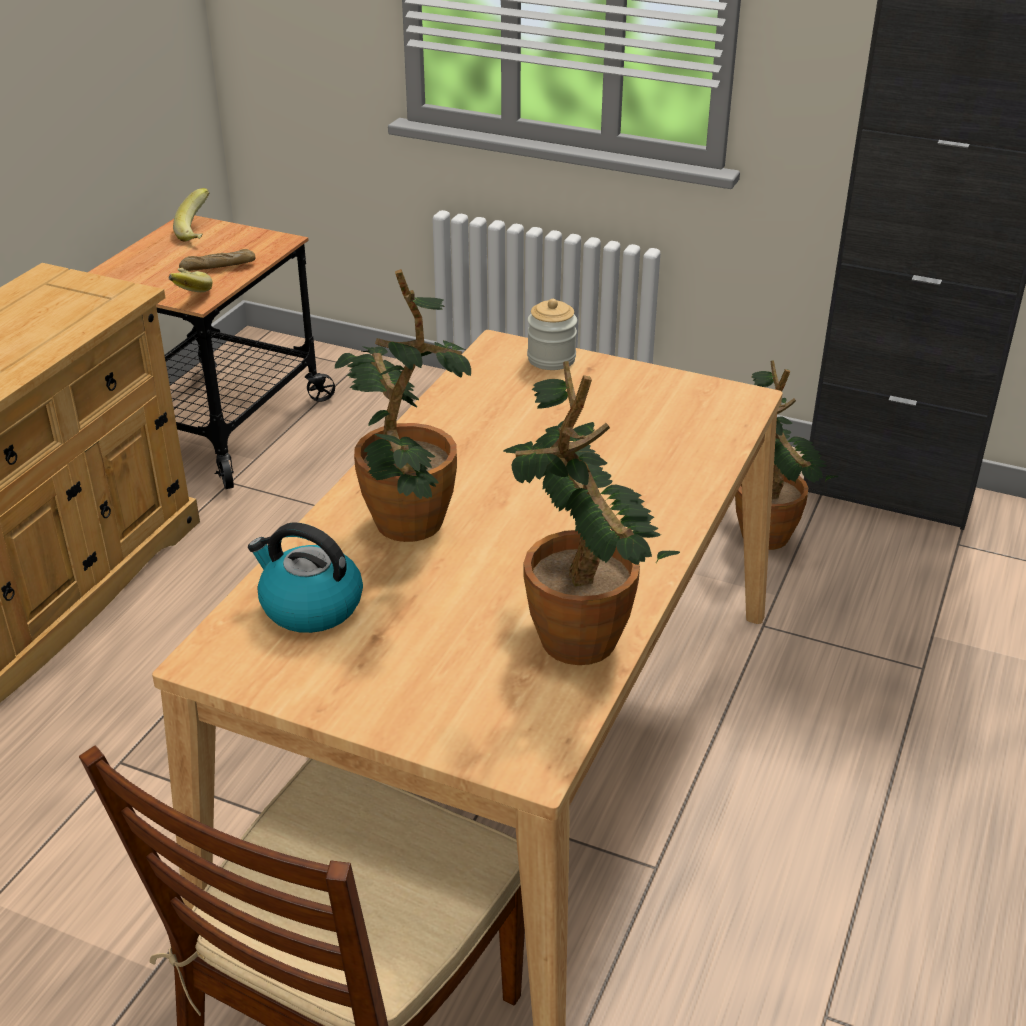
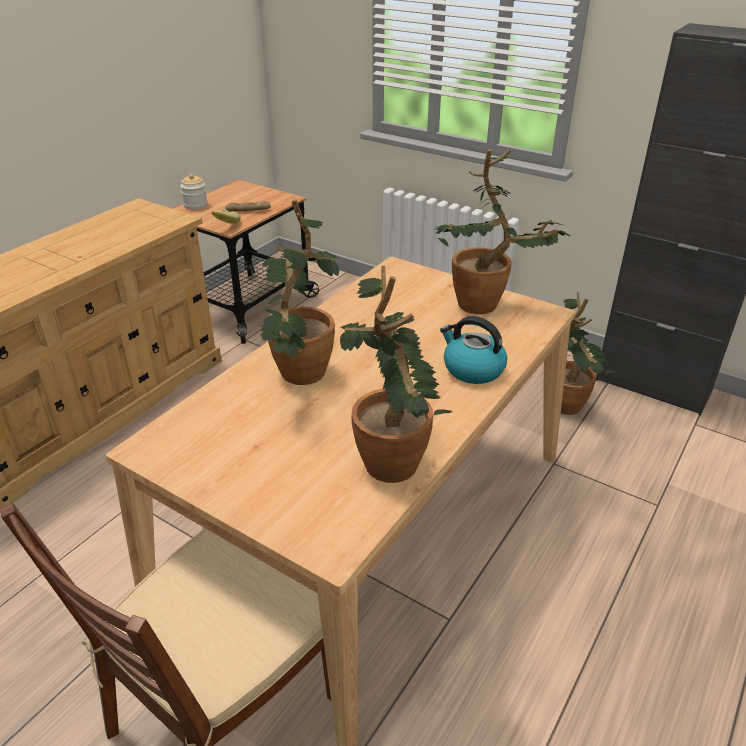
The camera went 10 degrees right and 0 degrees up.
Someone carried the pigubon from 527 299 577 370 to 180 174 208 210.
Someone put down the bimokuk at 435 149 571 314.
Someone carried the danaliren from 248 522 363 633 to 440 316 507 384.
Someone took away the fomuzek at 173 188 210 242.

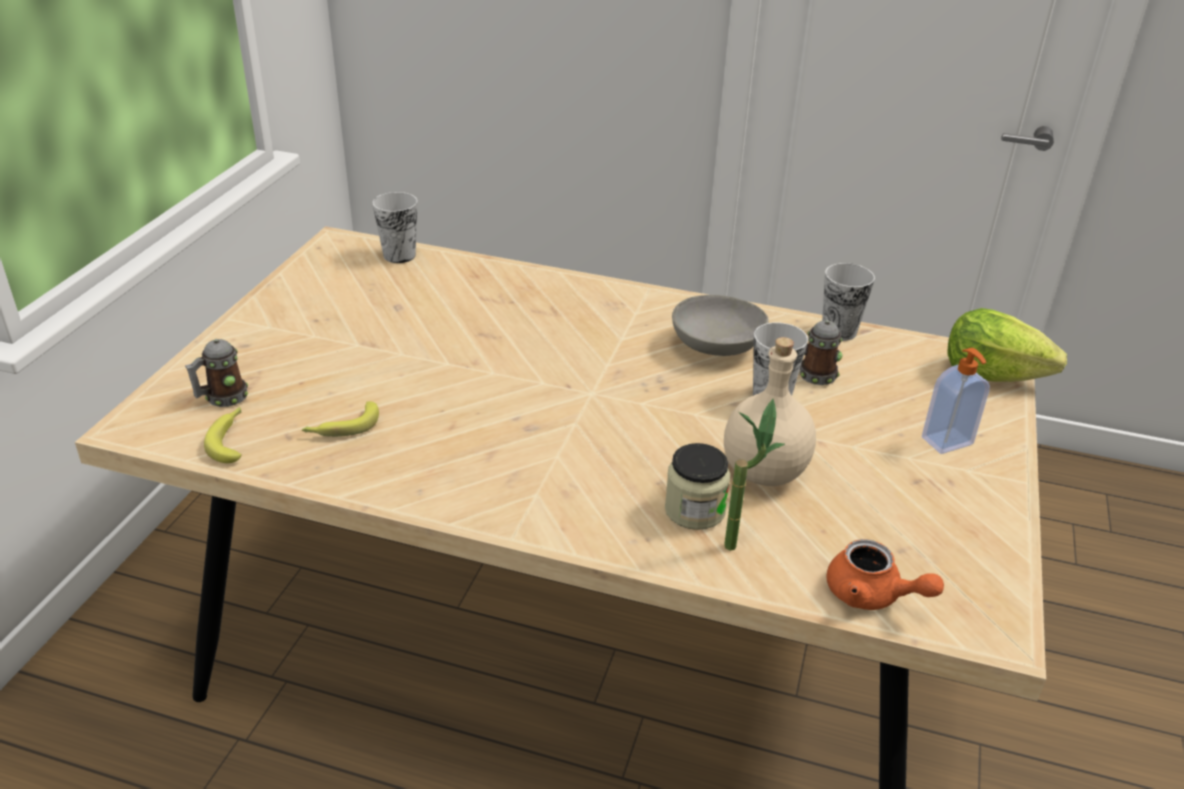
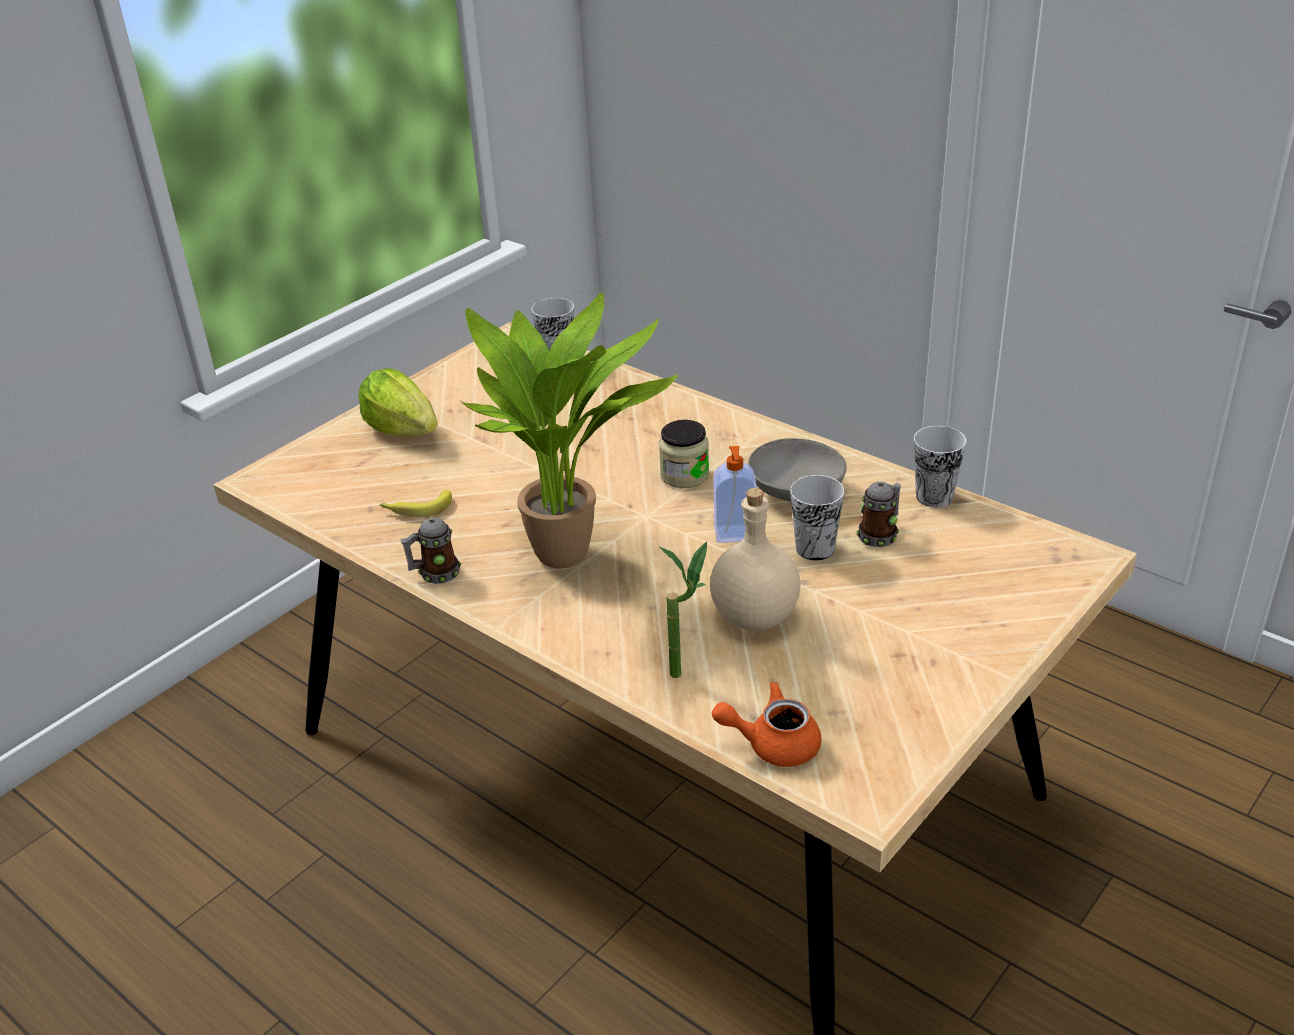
The camera went 25 degrees right and 0 degrees up.
Someone carried the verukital from 948 308 1067 382 to 358 368 438 437.
Someone carried the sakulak from 185 339 248 407 to 401 518 461 584.
Someone put down the bimokuk at 461 293 678 569.
Someone carried the pigubon from 665 443 730 530 to 659 420 709 488.
Someone rotated the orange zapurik at 826 539 944 610 by 120 degrees clockwise.
Someone carried the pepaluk from 922 348 990 454 to 713 446 757 543.
Someone took away the fomuzek at 204 407 242 463.

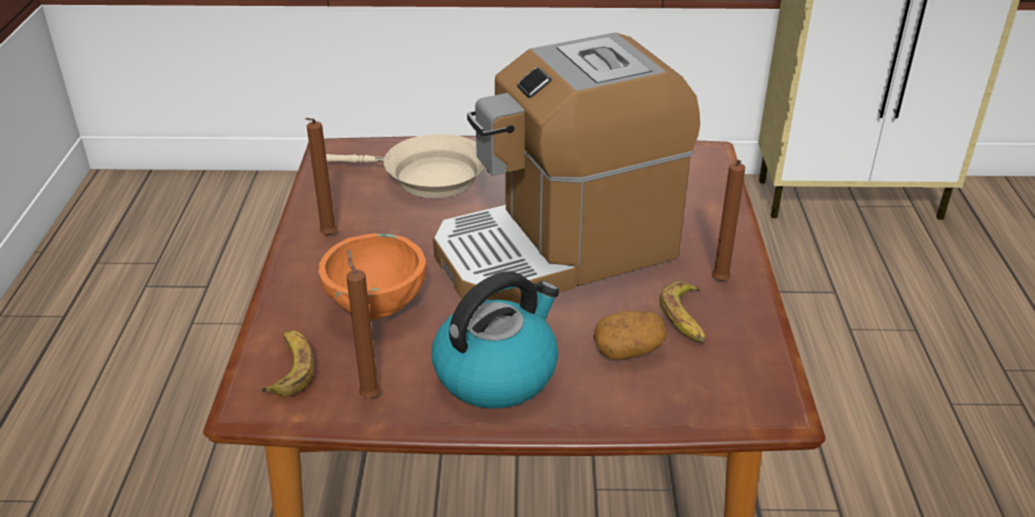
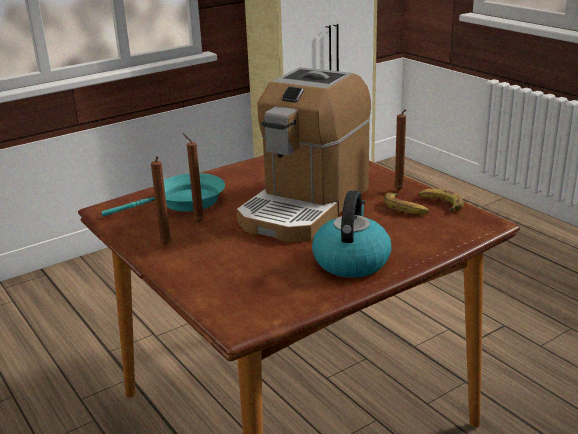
The camera went 35 degrees left and 10 degrees down.
Someone repainted the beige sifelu at 326 134 484 199, which became the turquoise sifelu at 101 173 225 217.
Someone carried the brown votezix from 346 249 380 398 to 182 133 205 222.
Someone carried the fomuzek from 260 330 314 397 to 418 189 464 211.
Someone took away the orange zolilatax at 318 233 426 319.
Someone took away the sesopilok at 593 311 667 360.

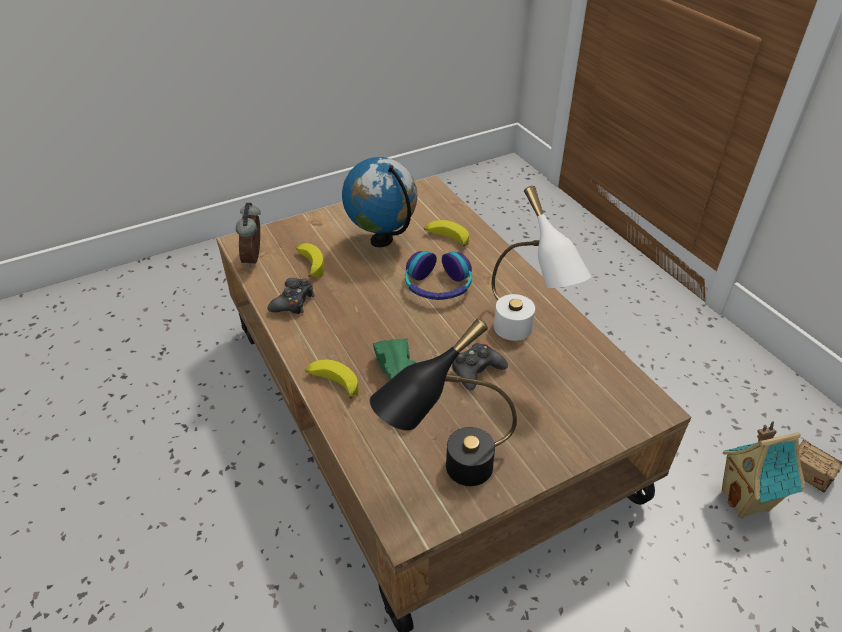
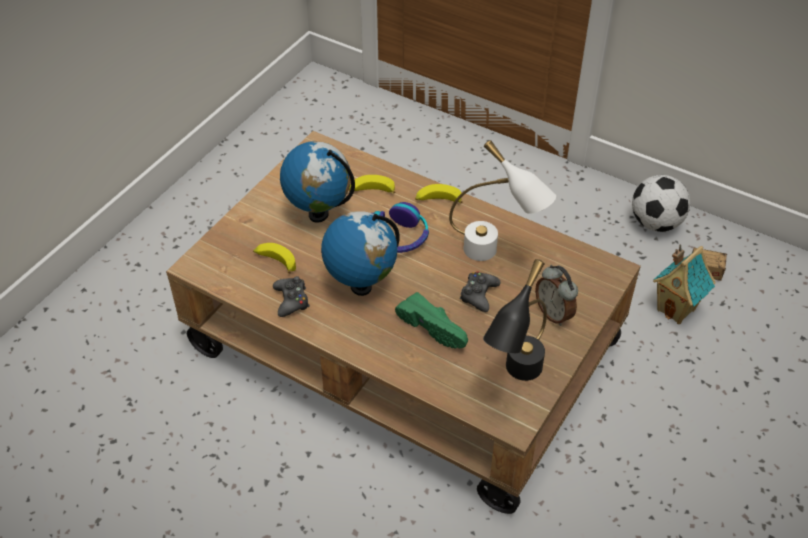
The camera went 30 degrees left and 5 degrees up.
Someone put down the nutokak at 321 211 400 296.
Someone carried the fomuzek from 305 360 359 398 to 415 184 463 204.
Someone carried the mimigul from 236 203 261 268 to 535 265 578 326.
Someone put down the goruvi at 632 175 690 232.

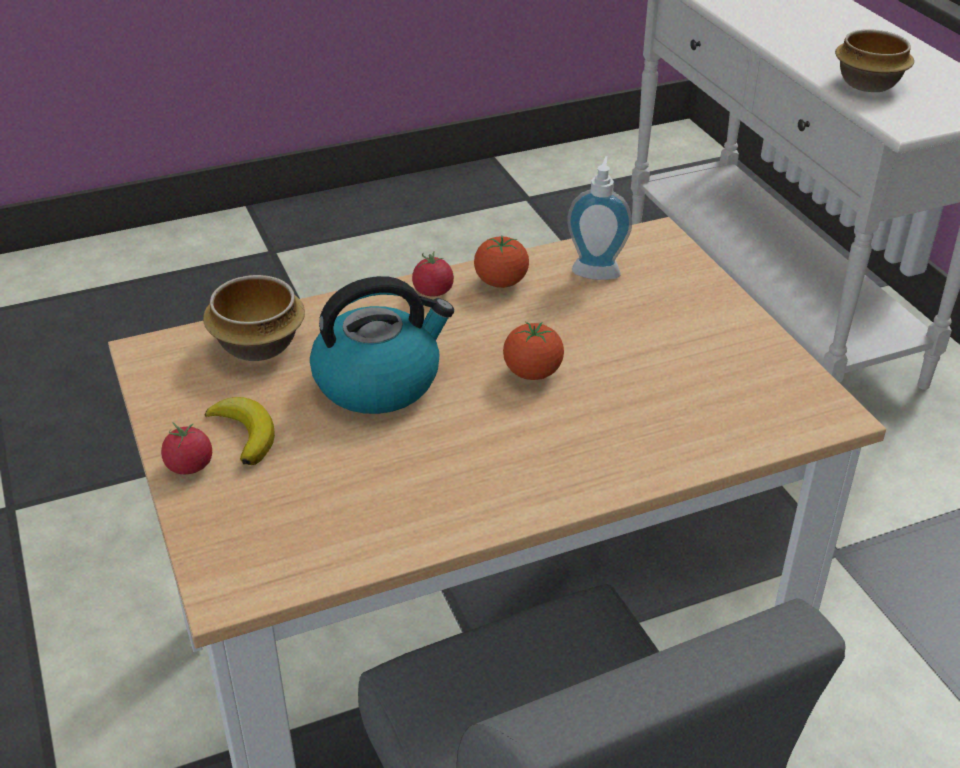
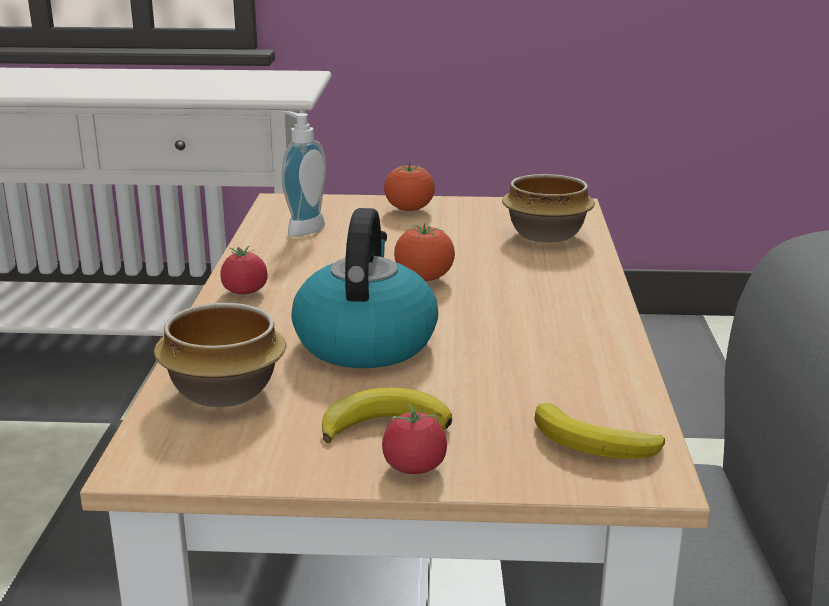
The camera went 65 degrees left and 15 degrees down.
Someone carried the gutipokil from 474 236 529 288 to 384 162 435 211.
Someone carried the zolilatax from 835 29 914 92 to 502 174 595 243.
Someone put down the fomuzek at 534 403 665 459.

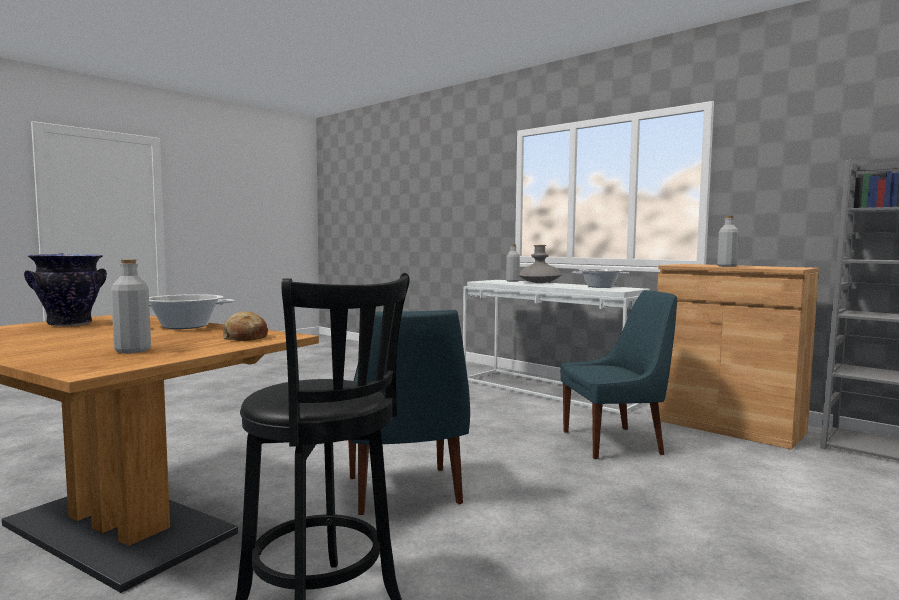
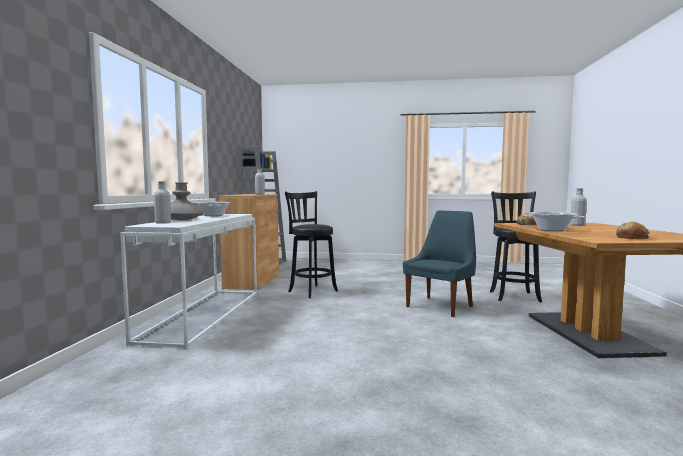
The camera went 125 degrees left and 0 degrees up.
Someone swapped the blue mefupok at 561 290 677 459 for the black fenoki at 285 191 338 298.
Someone swapped the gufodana at 24 254 107 326 for the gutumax at 616 222 650 239.

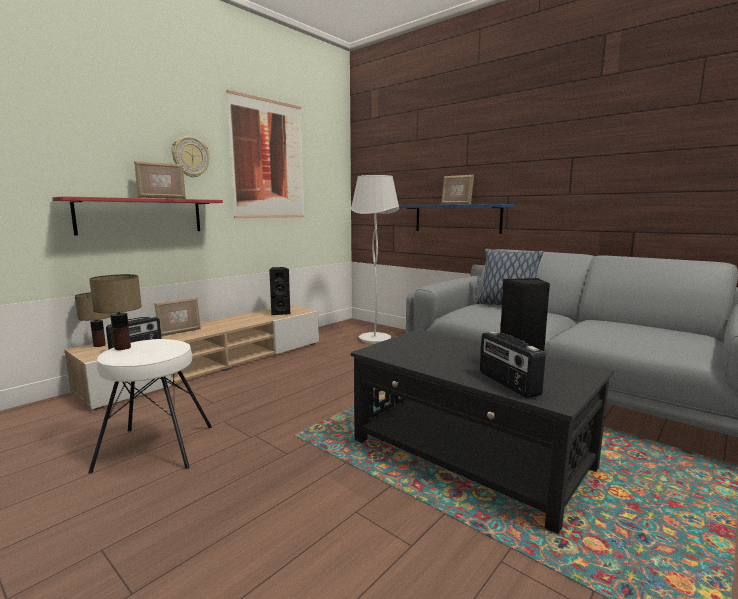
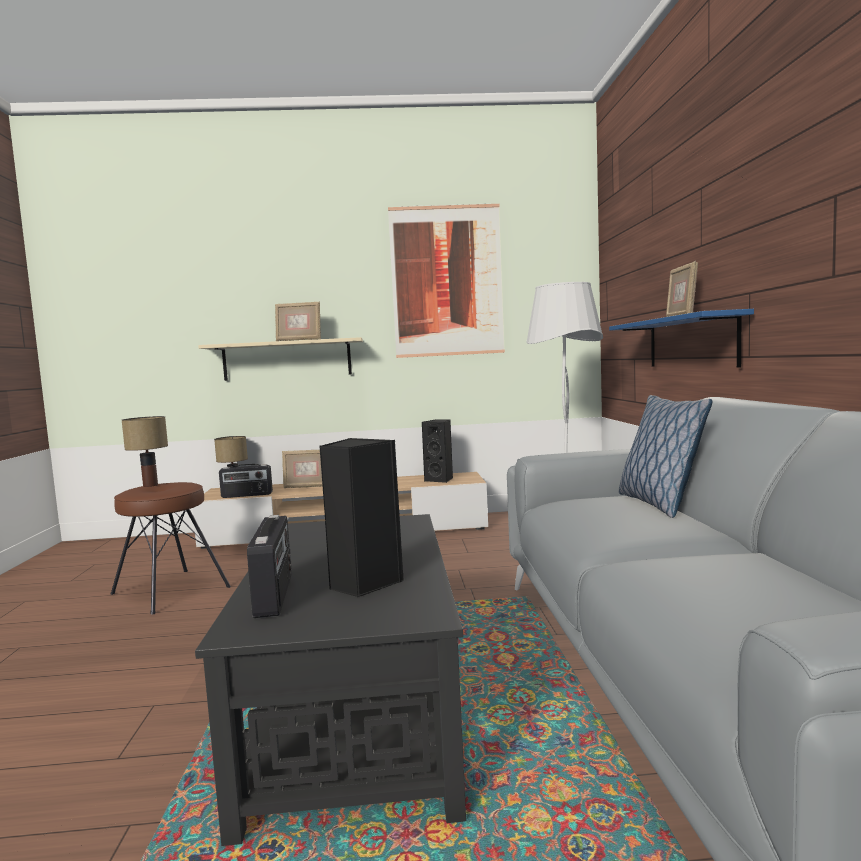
The camera went 45 degrees right and 5 degrees down.
Someone repainted the white fenoki at 88 339 212 474, which became the brown fenoki at 110 482 231 615.
Someone repainted the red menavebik at 52 196 223 235, which became the beige menavebik at 198 337 363 381.
Someone rotated the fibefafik at 480 331 546 398 by 150 degrees clockwise.
Someone took away the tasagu at 171 136 210 178.

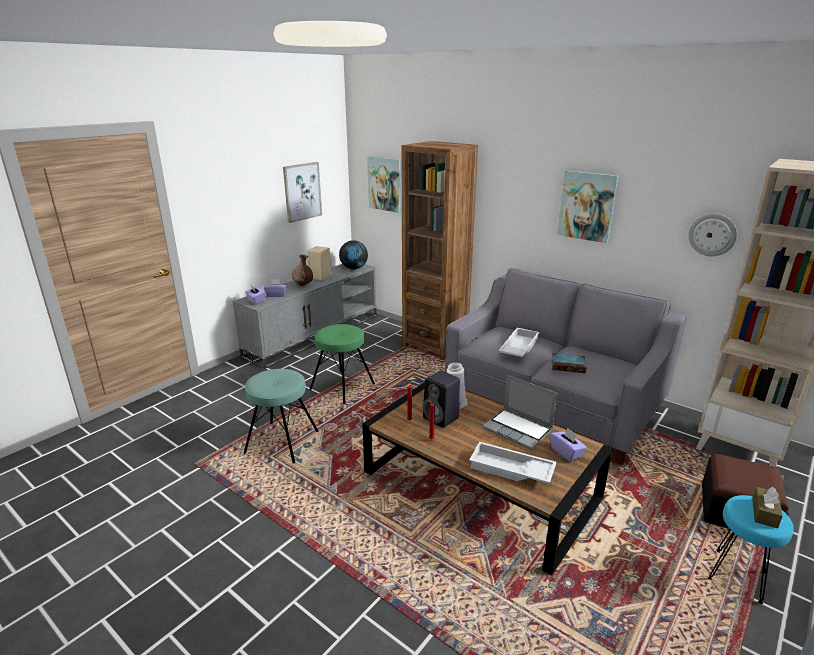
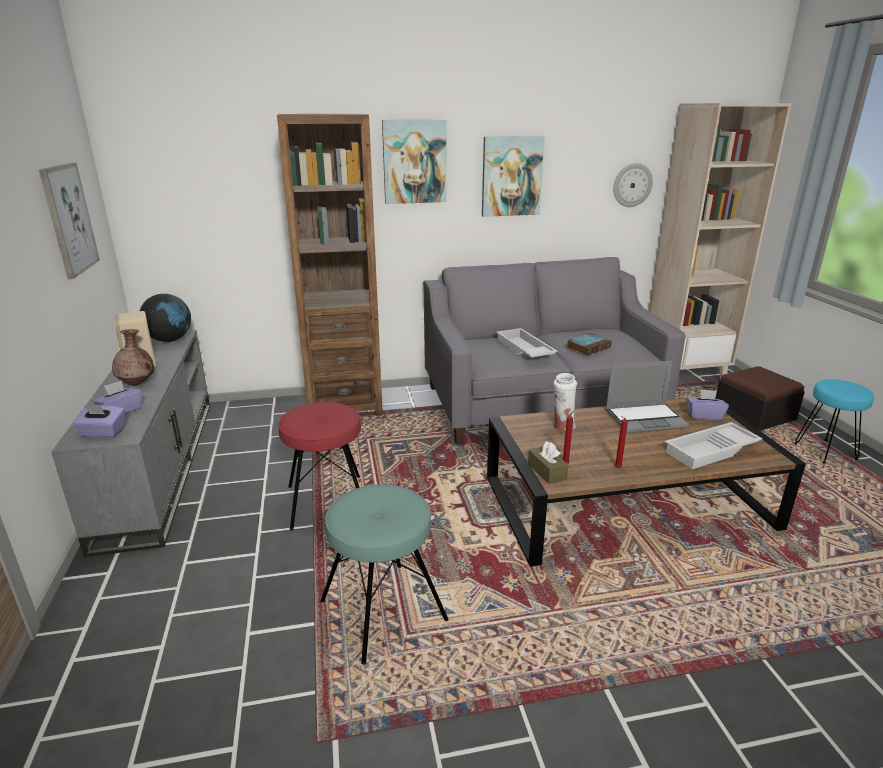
The camera went 50 degrees left and 0 degrees up.
Someone repainted the green fenoki at 309 324 375 404, which became the red fenoki at 278 402 361 531.
Someone carried the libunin from 367 156 402 213 to 382 120 446 204.
Someone carried the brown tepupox from 752 487 783 529 to 528 441 568 484.
Someone took away the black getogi at 423 371 460 428.

